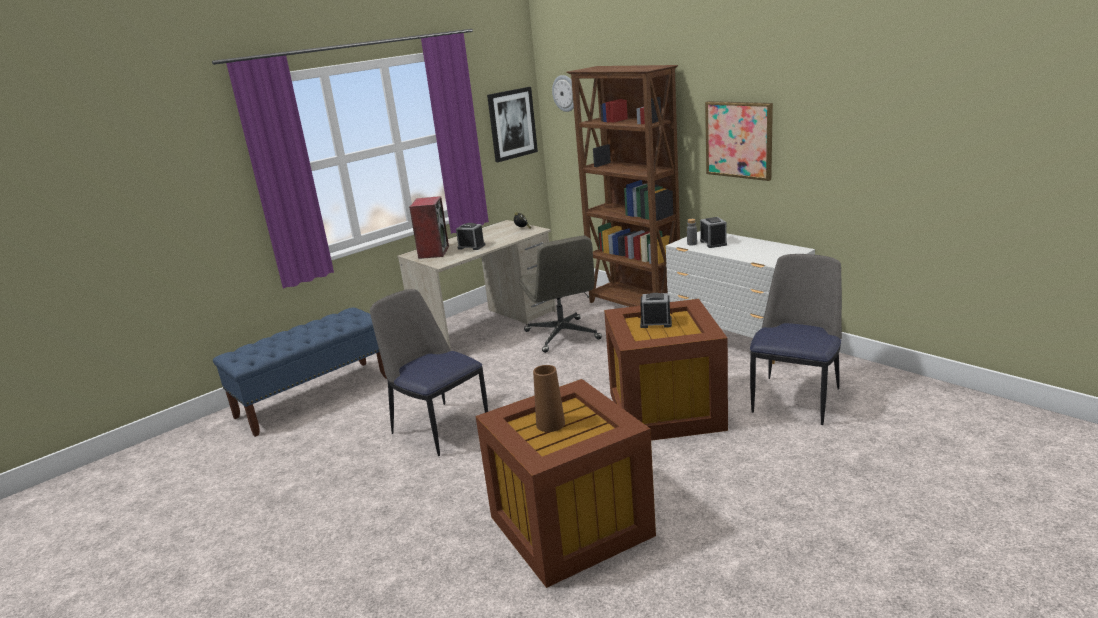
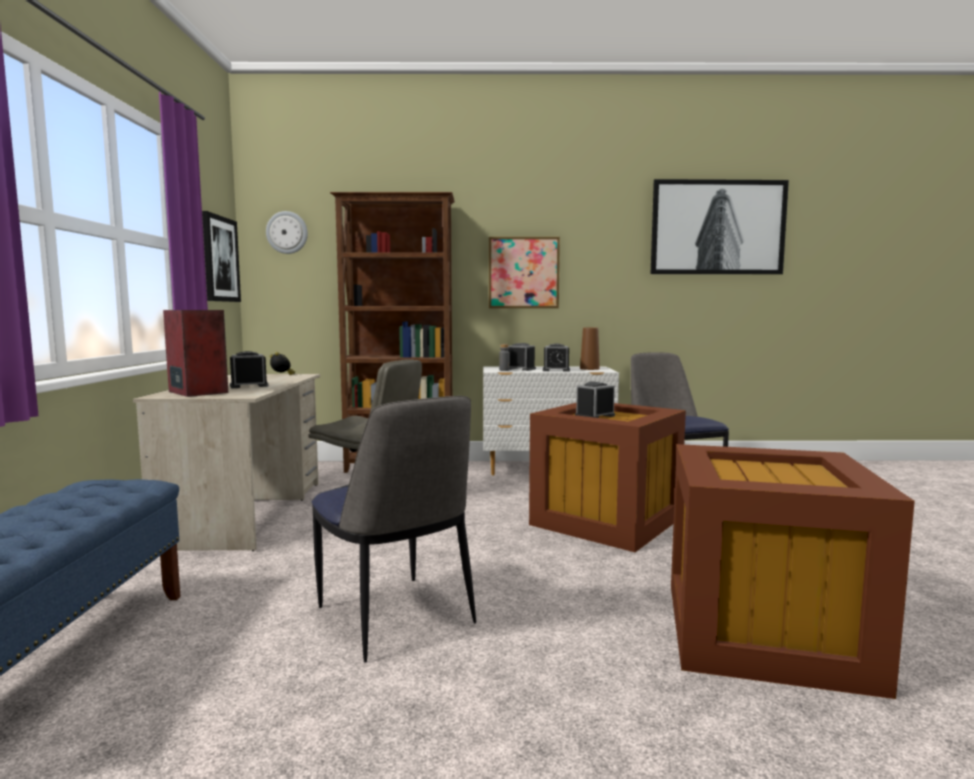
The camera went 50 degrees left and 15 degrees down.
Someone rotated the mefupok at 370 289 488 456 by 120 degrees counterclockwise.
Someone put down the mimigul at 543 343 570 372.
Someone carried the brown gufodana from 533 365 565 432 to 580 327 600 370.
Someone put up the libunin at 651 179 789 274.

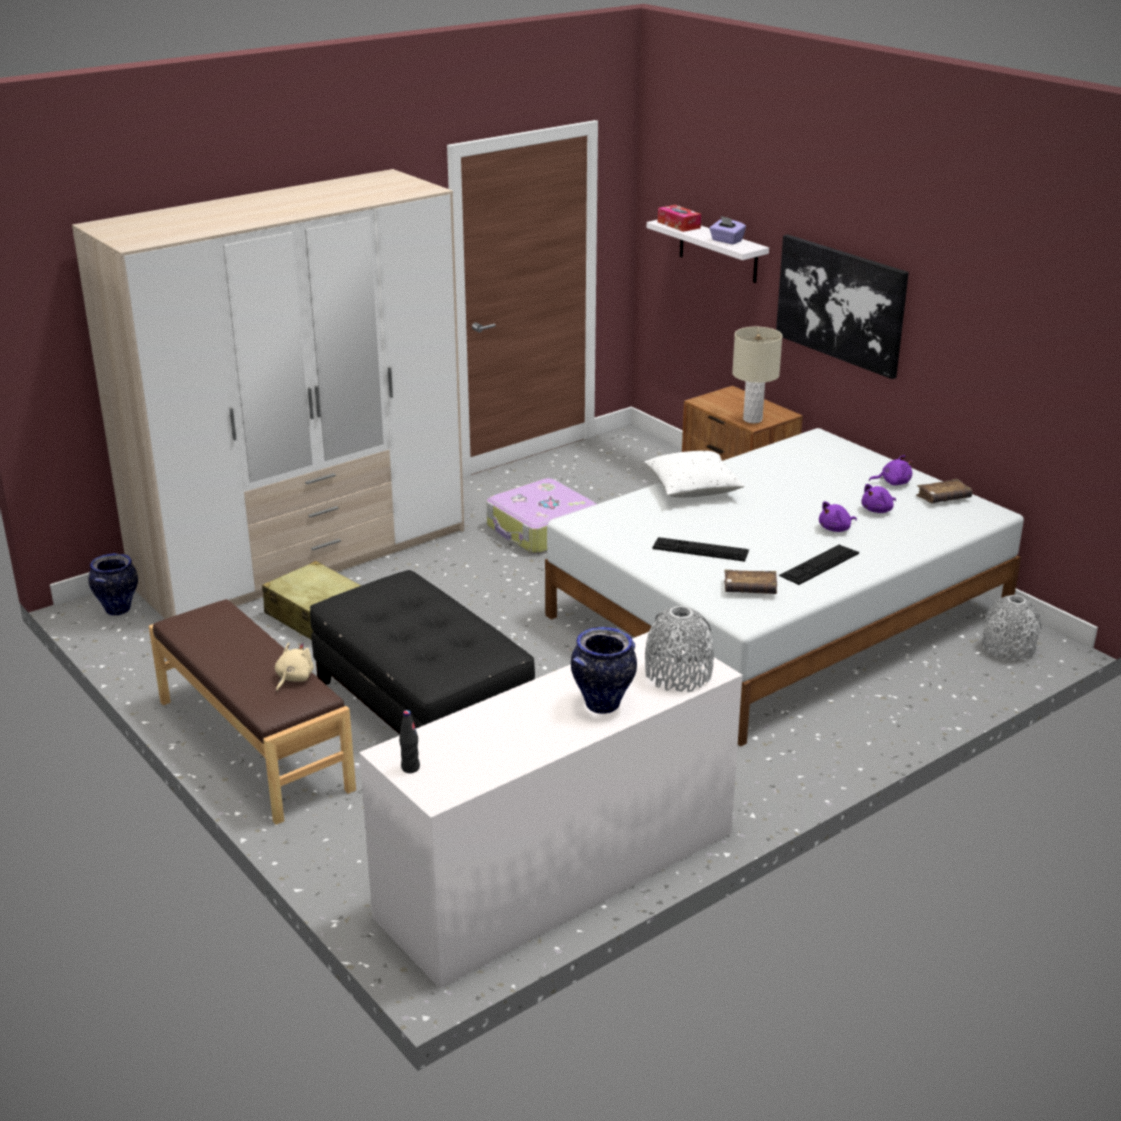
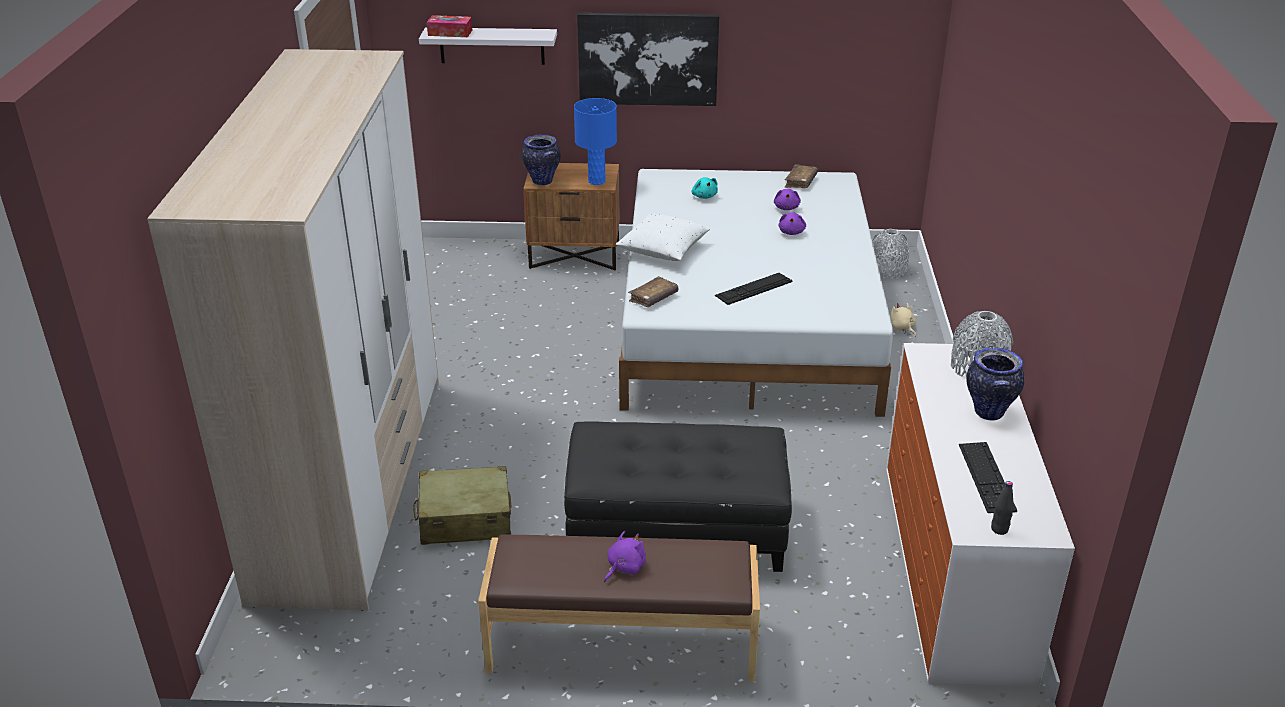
The camera went 50 degrees left and 5 degrees up.
Someone carried the gufodana from 88 553 138 616 to 522 134 561 186.
Someone repainted the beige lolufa at 732 327 782 423, which became the blue lolufa at 574 98 617 185.
Someone carried the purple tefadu from 869 455 913 485 to 604 531 646 582.
Someone carried the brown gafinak from 724 570 777 594 to 628 276 678 307.
Someone put down the turquoise tefadu at 692 177 718 199.
Someone carried the beige tefadu from 275 643 314 692 to 890 303 916 337.
Someone carried the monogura from 779 545 859 585 to 959 442 1017 513.
Someone took away the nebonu at 486 478 597 554.
Someone took away the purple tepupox at 709 216 746 244.

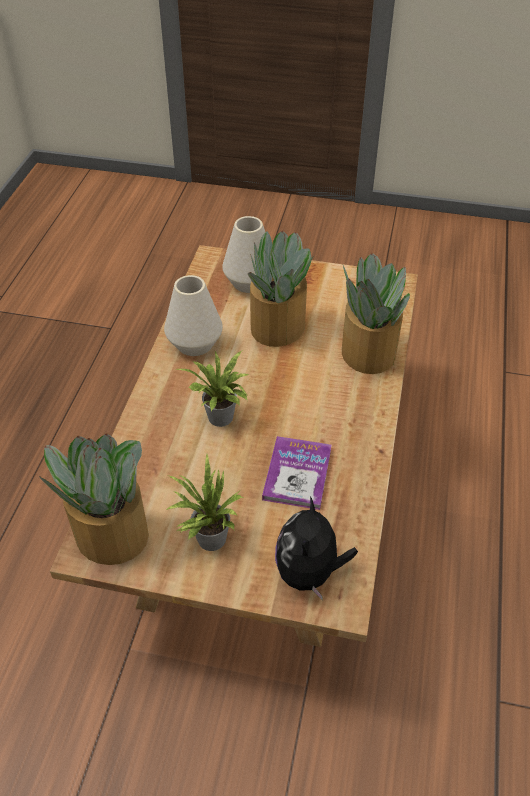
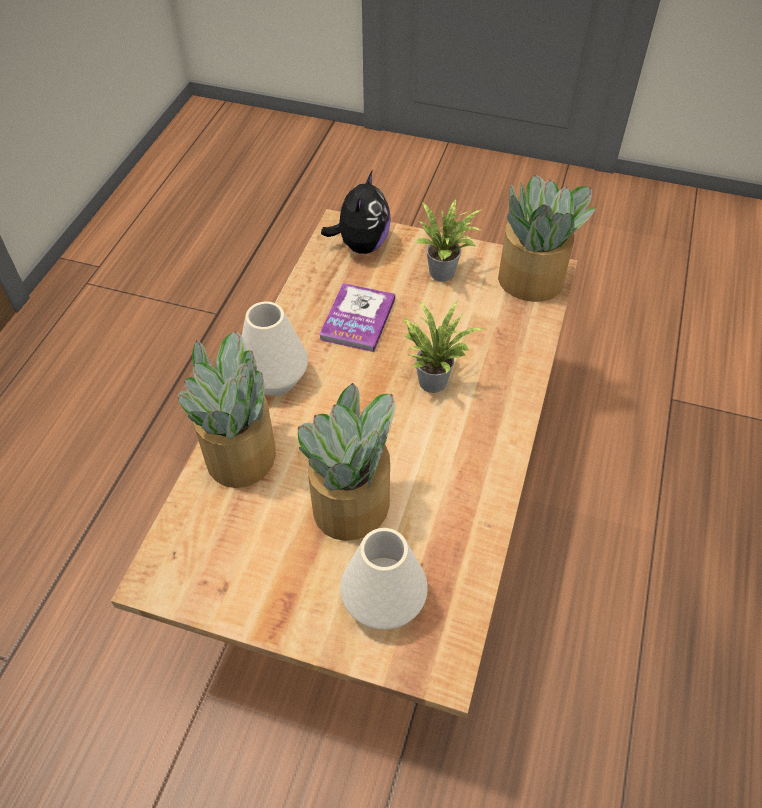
The camera went 175 degrees left and 5 degrees up.
Someone carried the white gufodana from 164 275 223 356 to 241 302 308 396.

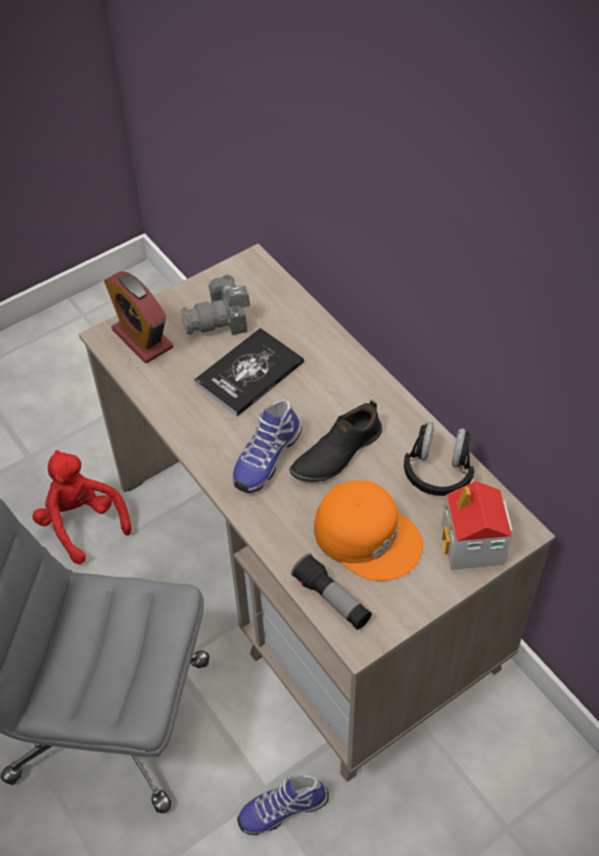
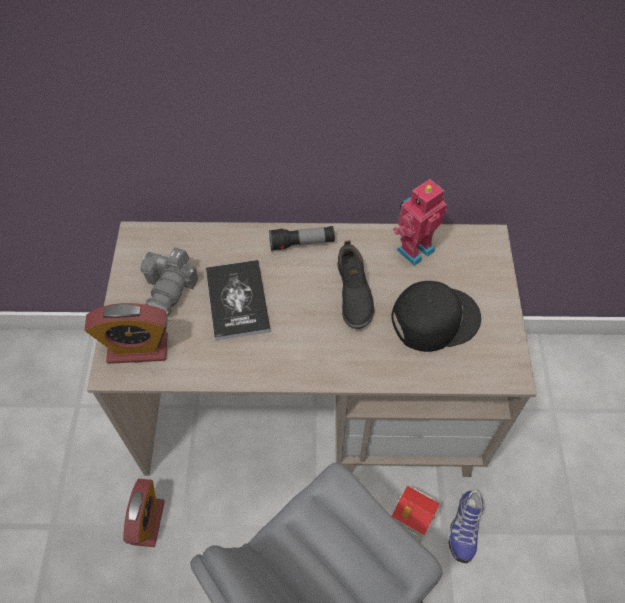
The camera went 55 degrees left and 5 degrees up.
Someone swapped the red tefadu at 32 450 131 564 for the mimigul at 123 478 165 547.
Someone carried the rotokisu from 291 554 372 630 to 269 226 335 251.
Someone carried the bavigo from 442 481 513 570 to 391 486 440 543.
Someone repainted the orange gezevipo at 314 480 423 581, which became the black gezevipo at 392 281 481 352.
Someone swapped the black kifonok at 404 422 474 496 for the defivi at 393 179 447 266.
Someone took away the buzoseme at 233 399 302 493.

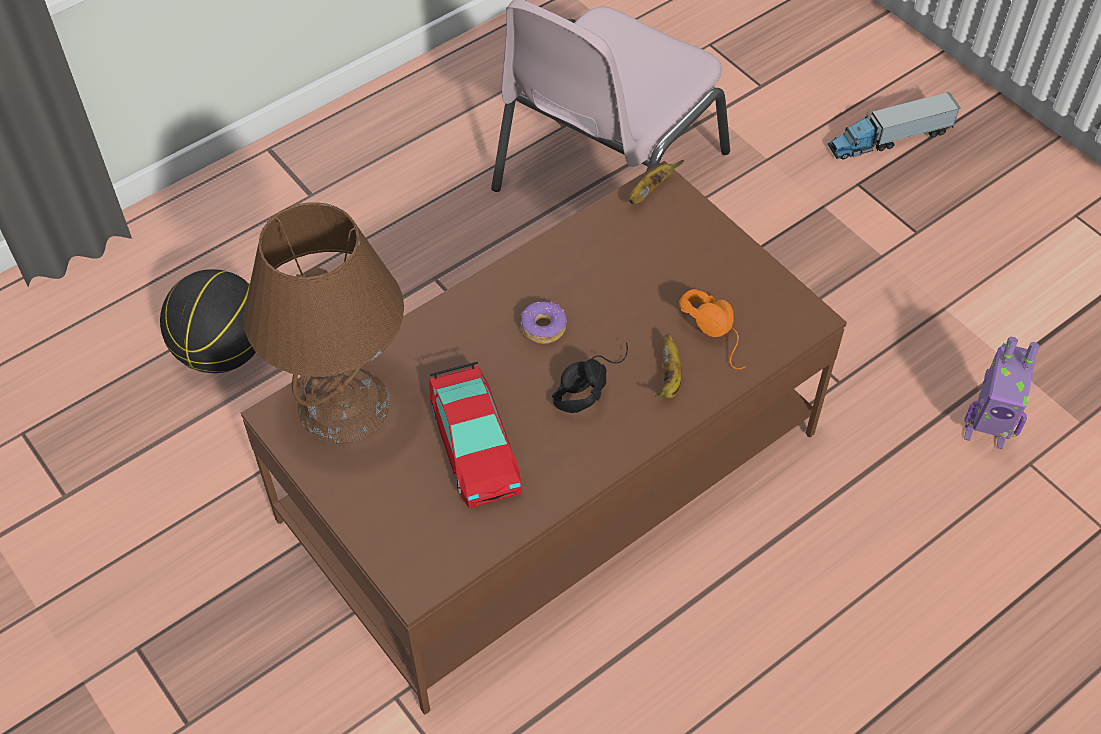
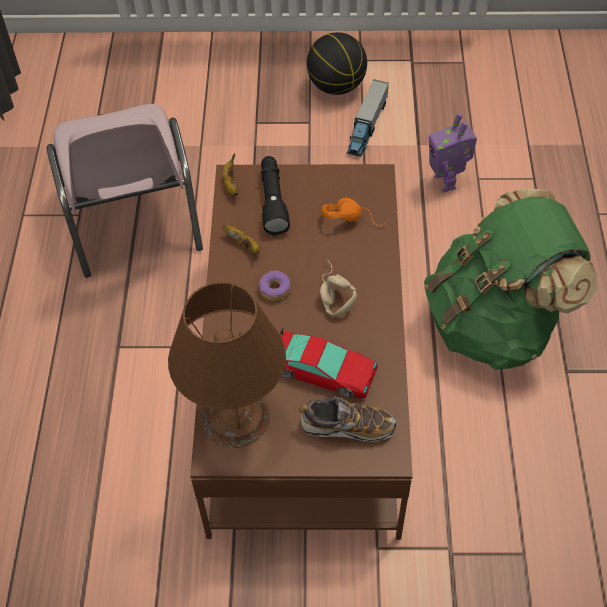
The camera went 50 degrees left and 0 degrees up.
Someone carried the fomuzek from 655 334 682 399 to 223 225 260 255.
Someone put down the black rotokisu at 261 156 290 235.
Someone put down the buzoseme at 299 396 396 442.
Someone carried the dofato from 160 269 256 373 to 307 32 367 95.
Someone repainted the black kifonok at 552 342 628 413, which became the beige kifonok at 320 258 357 317.
Someone carried the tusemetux from 828 92 960 159 to 347 79 389 157.
Someone put down the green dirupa at 424 189 597 370.
Someone rotated the defivi at 964 337 1040 449 by 105 degrees clockwise.

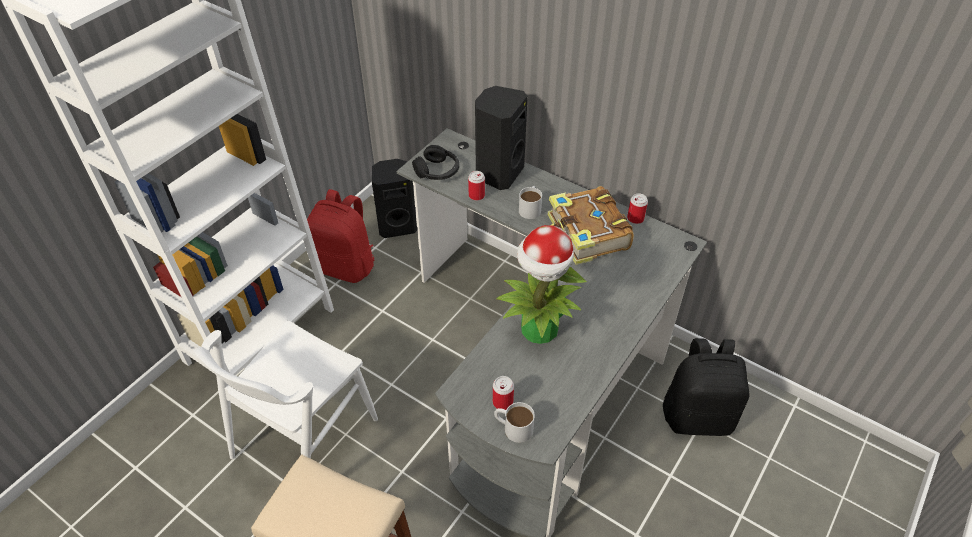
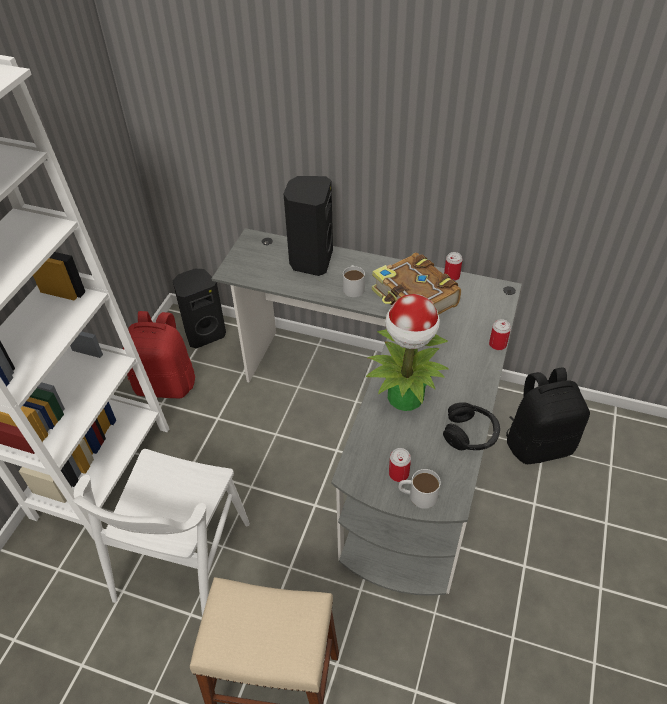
The camera went 15 degrees left and 0 degrees up.
Someone carried the black kifonok from 412 145 459 180 to 443 402 500 450.
Someone carried the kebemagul from 468 171 485 201 to 489 319 511 350.

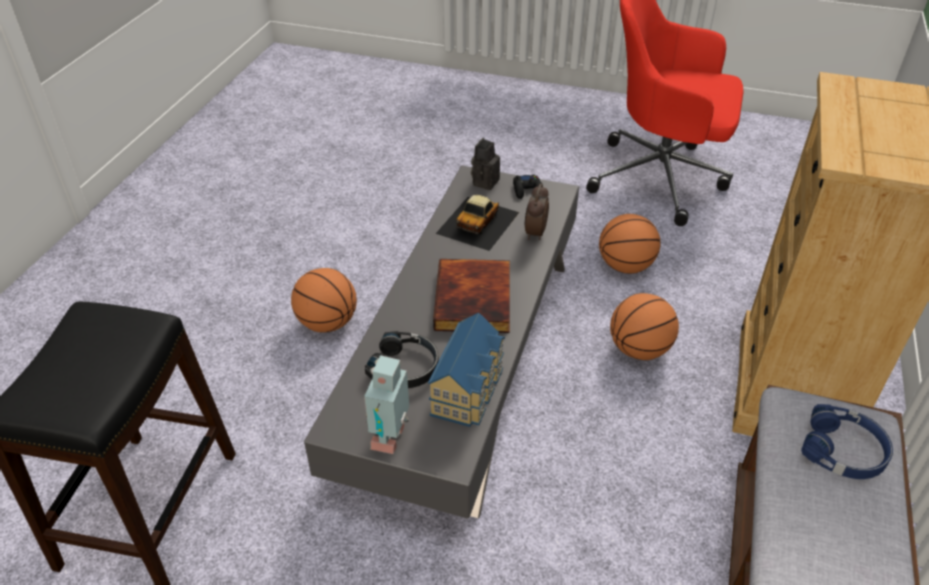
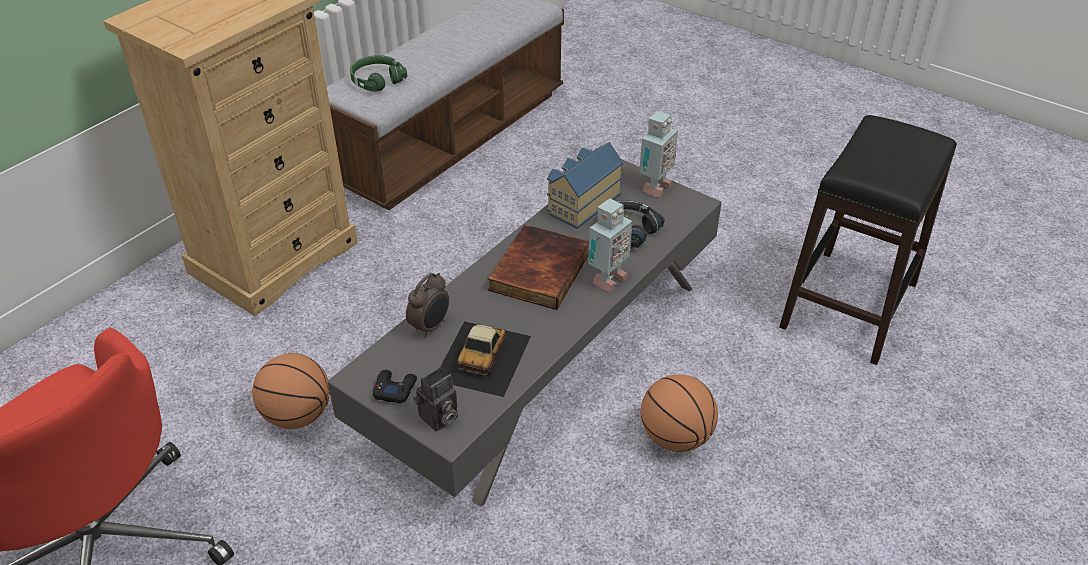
The camera went 160 degrees left and 0 degrees up.
Someone repainted the blue kifonok at 801 404 893 479, which became the green kifonok at 350 55 408 92.
Someone rotated the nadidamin at 436 195 519 251 by 150 degrees clockwise.
Someone put down the defivi at 588 198 633 292.
Someone took away the dofato at 610 293 679 360.

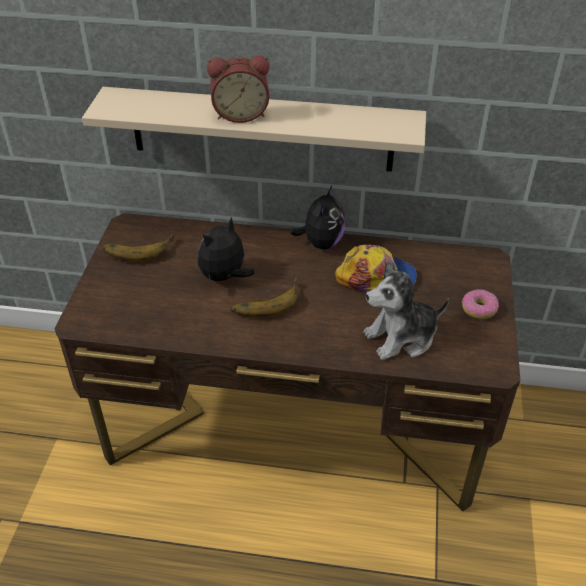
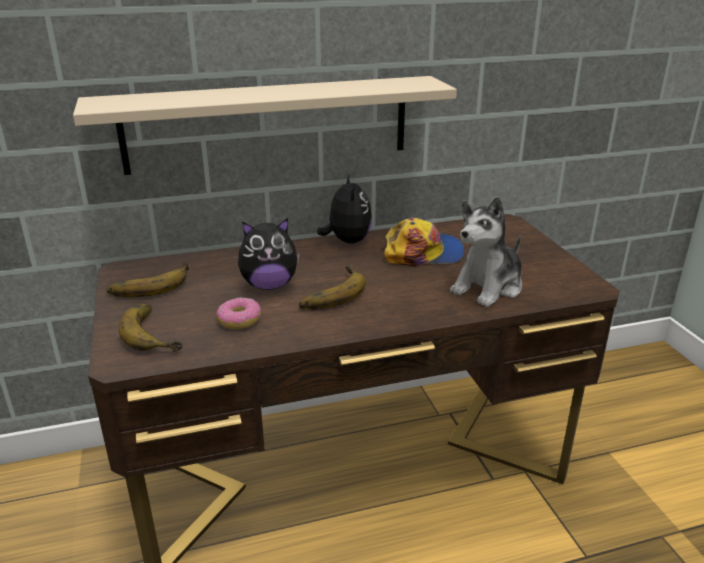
The camera went 25 degrees left and 15 degrees down.
Someone put down the fomuzek at 119 304 183 352.
Someone carried the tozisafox from 462 289 499 319 to 216 298 261 329.
Someone rotated the tefadu at 198 217 255 283 by 120 degrees counterclockwise.
Someone took away the mimigul at 207 56 269 123.

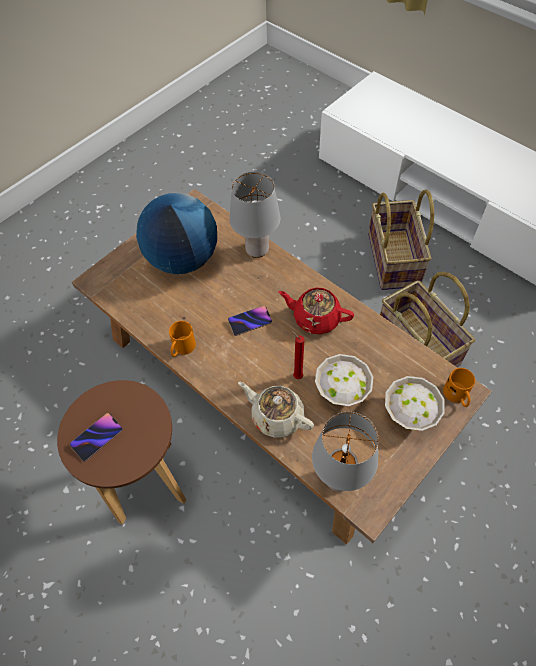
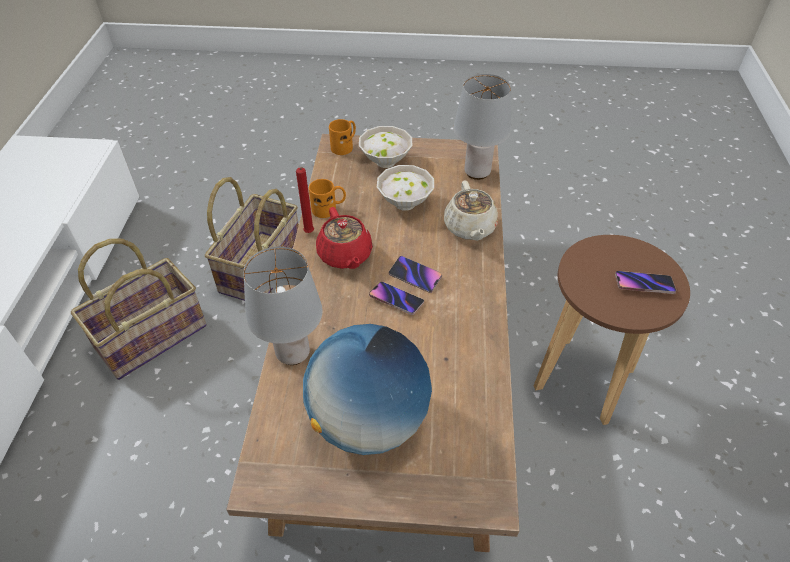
The camera went 130 degrees left and 10 degrees down.
Someone carried the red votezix from 291 331 305 379 to 296 167 314 233.
Someone carried the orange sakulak from 169 321 196 357 to 309 179 346 218.
Someone put down the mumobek at 389 256 442 293.

